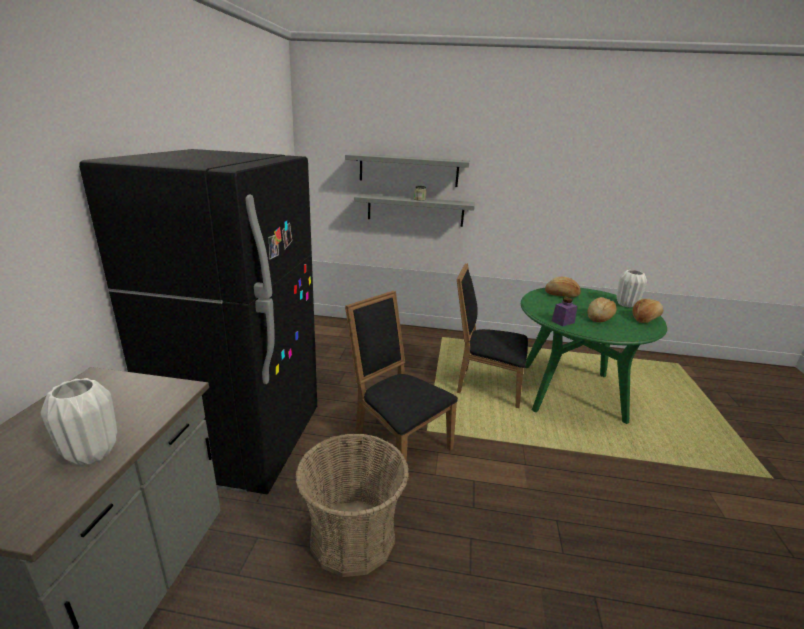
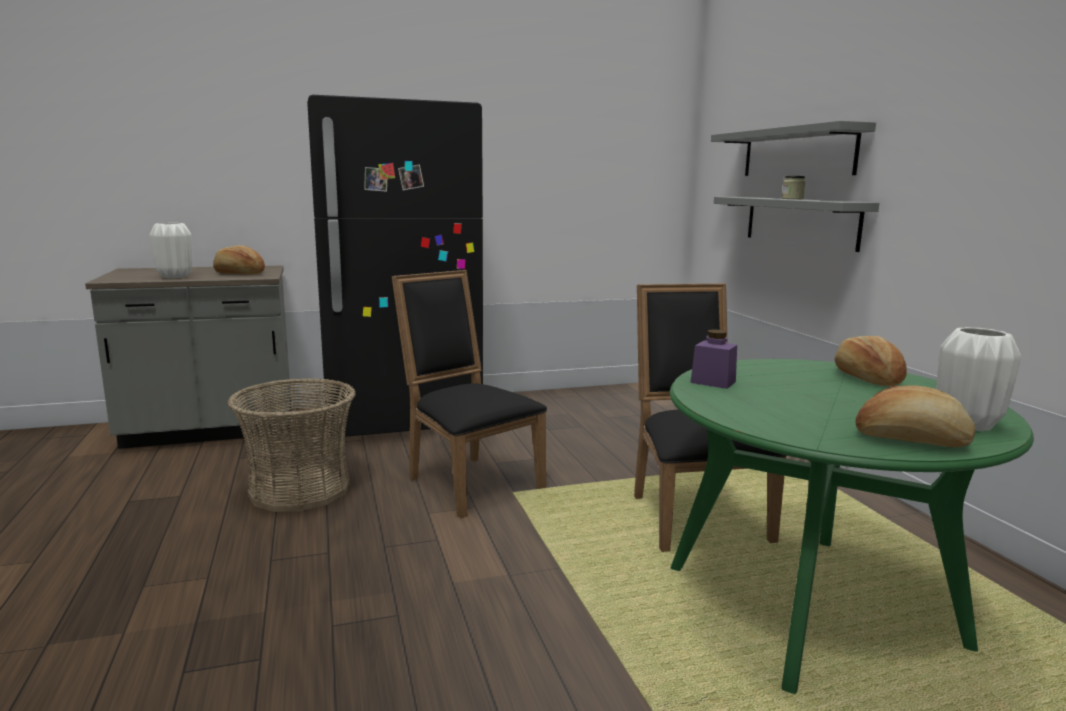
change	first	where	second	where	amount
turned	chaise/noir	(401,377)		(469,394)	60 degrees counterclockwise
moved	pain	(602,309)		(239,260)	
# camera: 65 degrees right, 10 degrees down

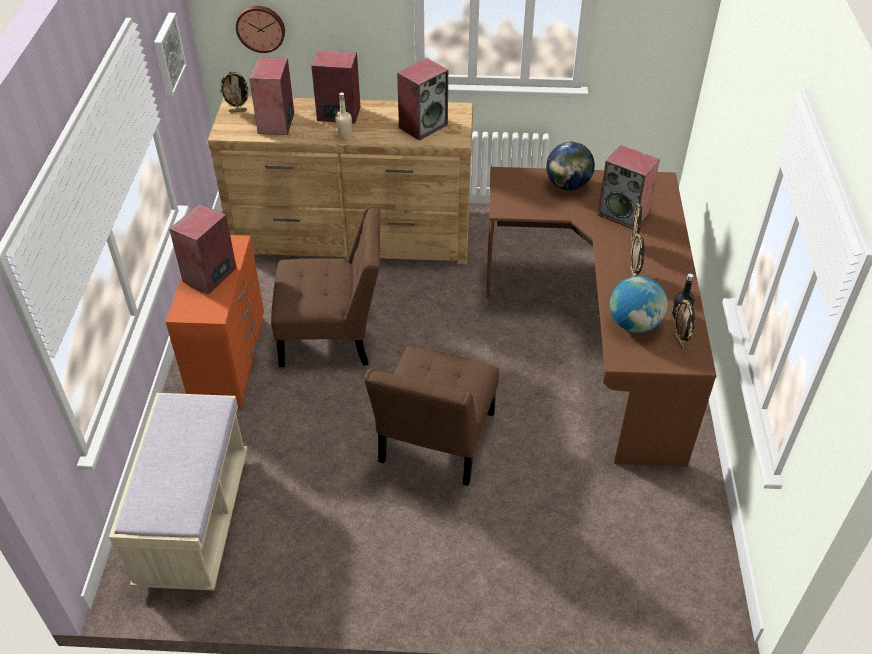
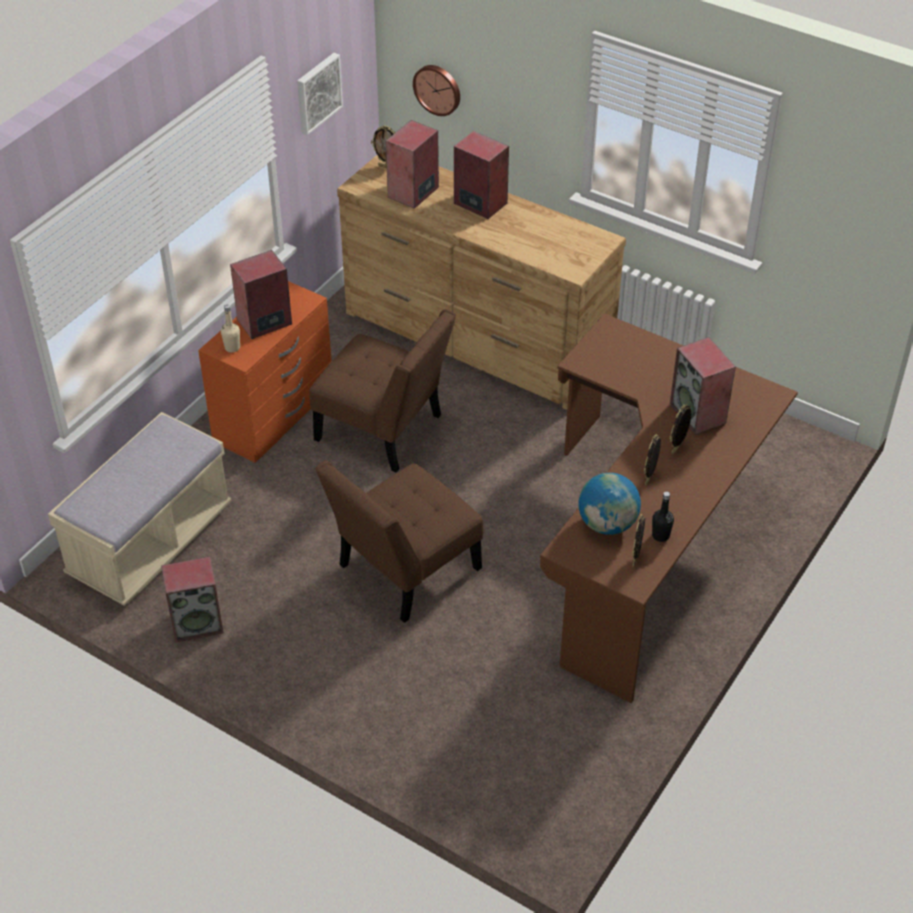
change	first	where	second	where	amount
moved	bouteille/beige	(343,115)		(230,329)	
moved	enceinte	(422,99)		(192,599)	
removed	globe	(570,166)			
# camera: 30 degrees right, 0 degrees up

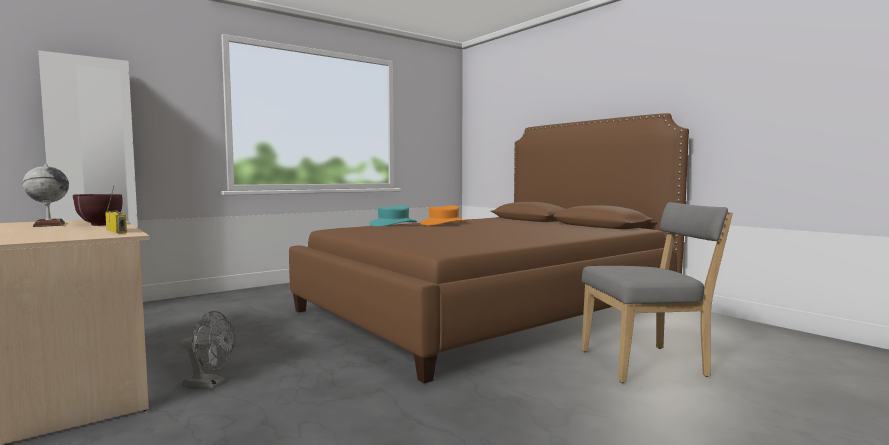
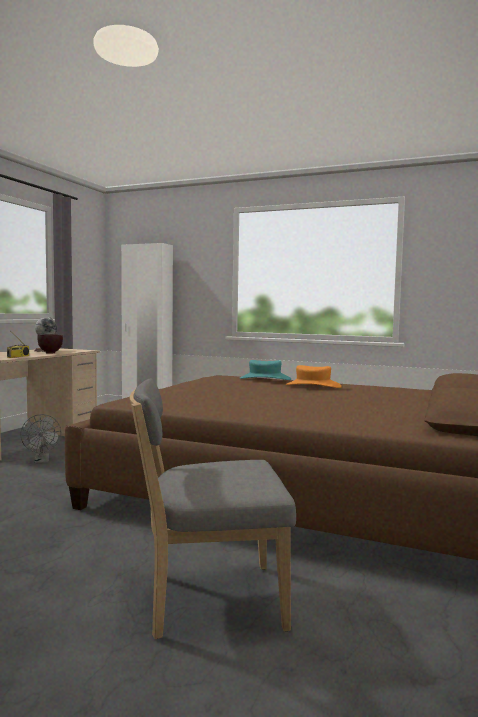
change	first	where	second	where	amount
turned	chaise/gris	(657,292)		(213,508)	120 degrees clockwise
# camera: 60 degrees right, 0 degrees up

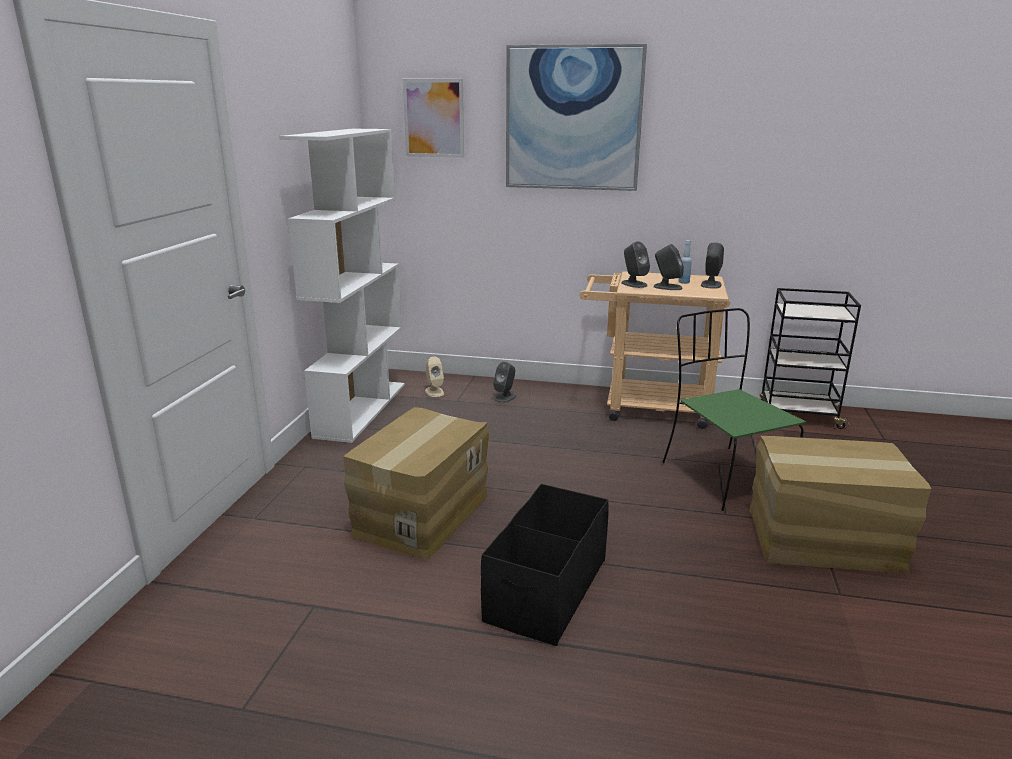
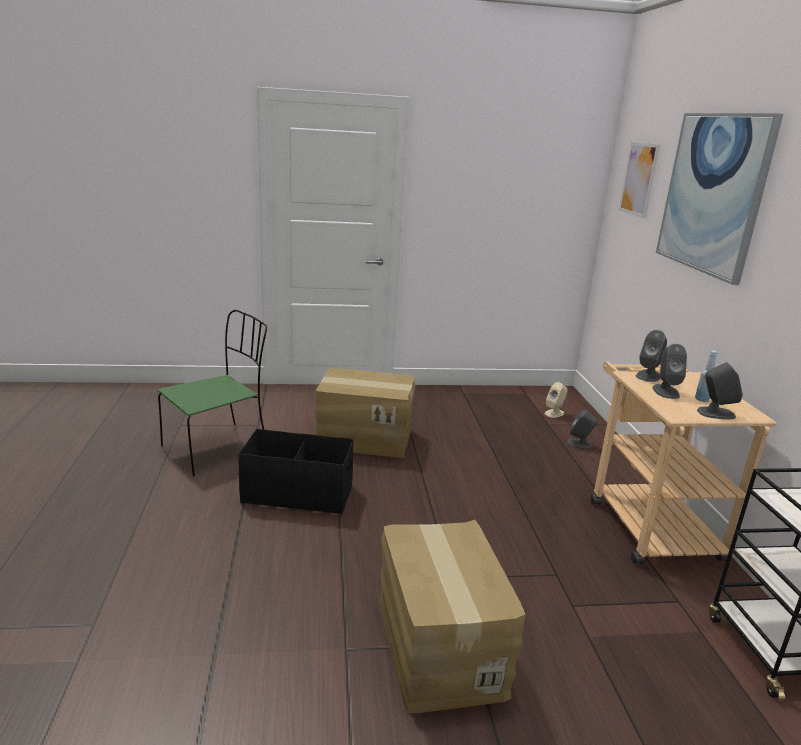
change	first	where	second	where	amount
removed	bibliothèque/blanc	(342,286)			
moved	chaise/vert	(734,409)		(212,393)	
# camera: 70 degrees right, 0 degrees up

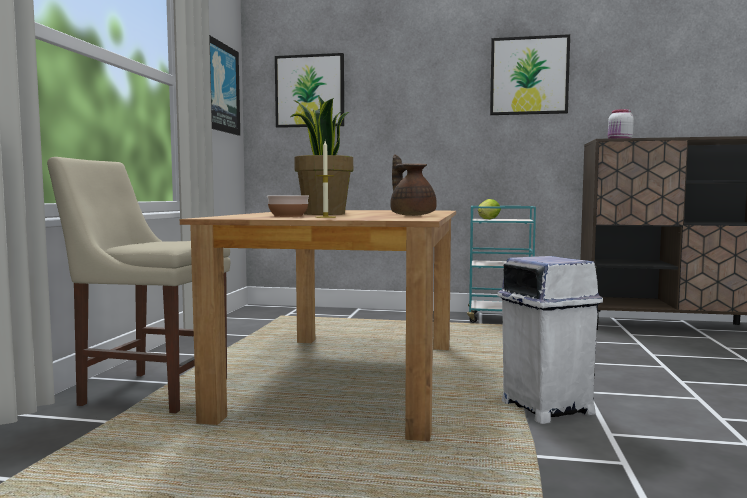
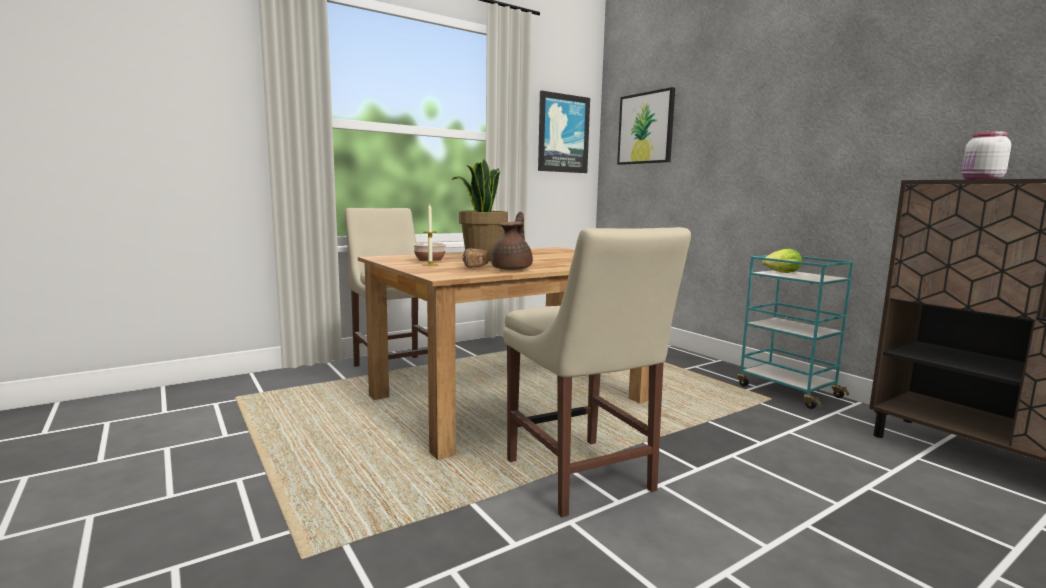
change	first	where	second	where	amount
removed	tableau	(530,74)			
replaced	poubelle/blanc	(550,340)	chaise/beige	(597,372)	
added			pain	(475,258)	
# camera: 45 degrees right, 5 degrees up

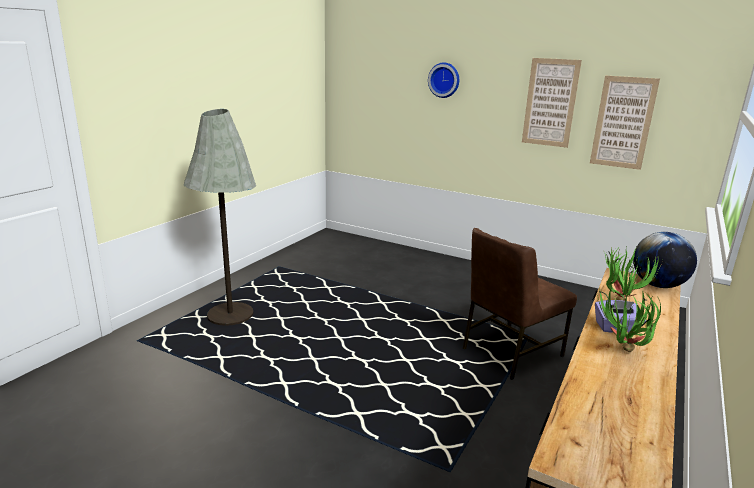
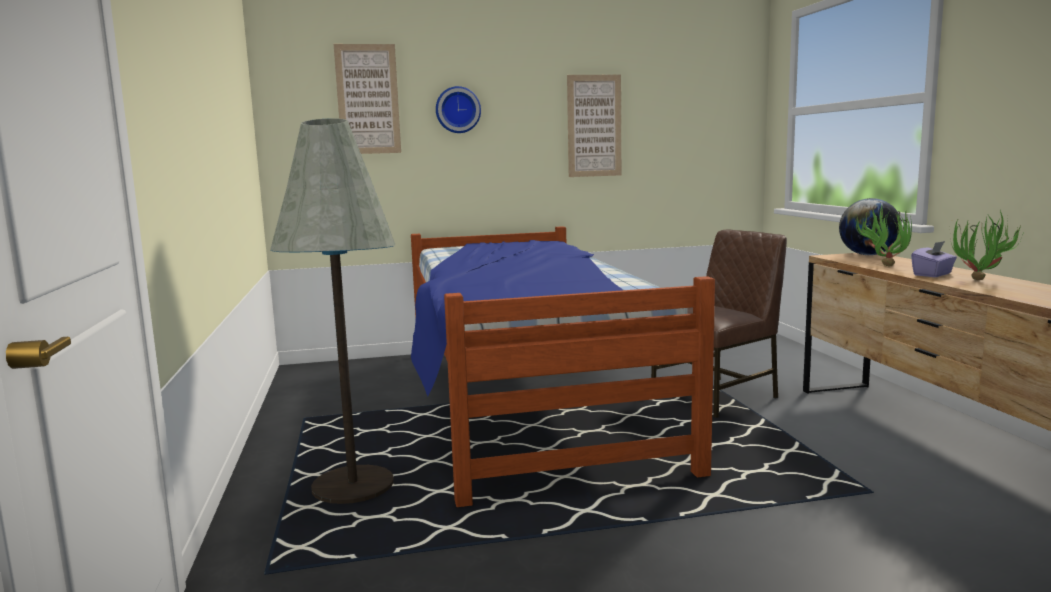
change	first	where	second	where	amount
turned	chaise/marron	(520,304)		(719,324)	135 degrees counterclockwise
moved	tableau	(625,123)		(367,99)	
added			lit	(563,366)	
# camera: 40 degrees left, 10 degrees down

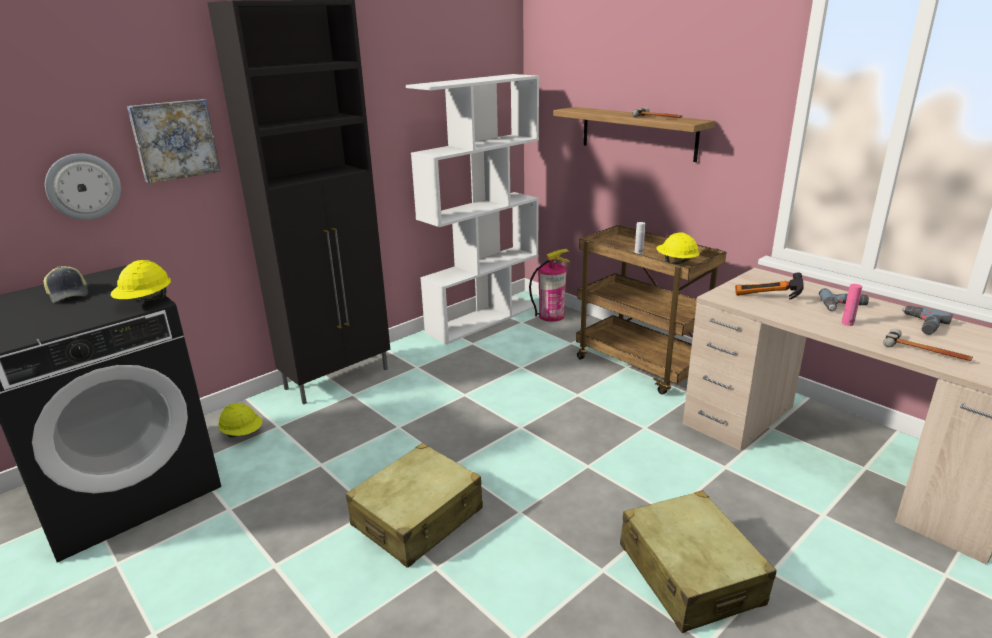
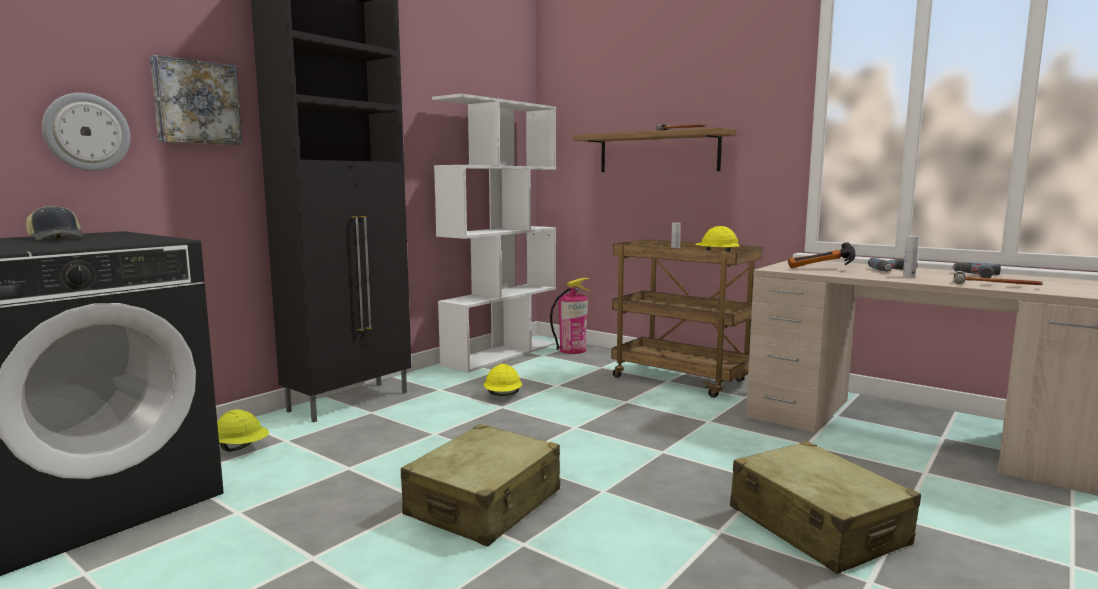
change	first	where	second	where	amount
moved	casque de chantier/jaune	(141,281)		(503,380)	
recoloured	bouteille/rose	(852,305)	bouteille/blanc	(911,256)	
# camera: 10 degrees left, 15 degrees down

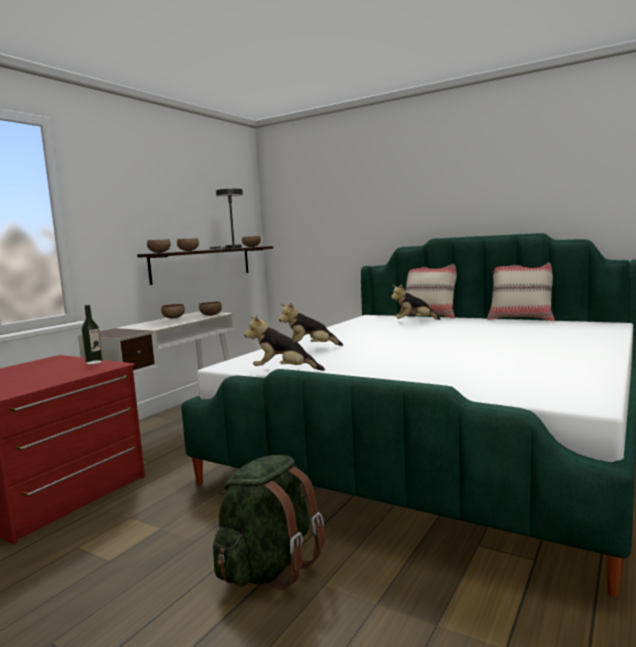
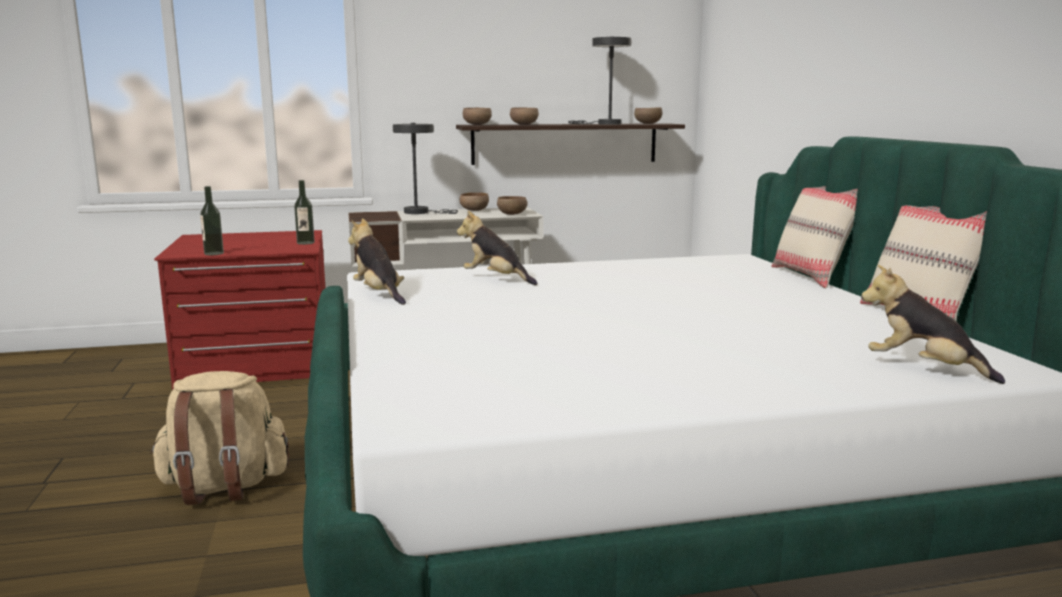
change	first	where	second	where	amount
recoloured	sac à dos/vert	(269,522)	sac à dos/beige	(219,438)	
moved	peluche	(416,302)		(933,324)	
added			bouteille	(212,220)	
added			lampe de table/gris	(425,168)	
# camera: 45 degrees right, 5 degrees up

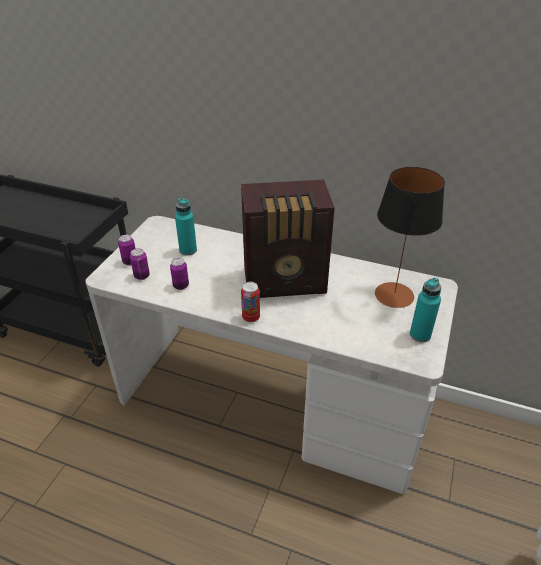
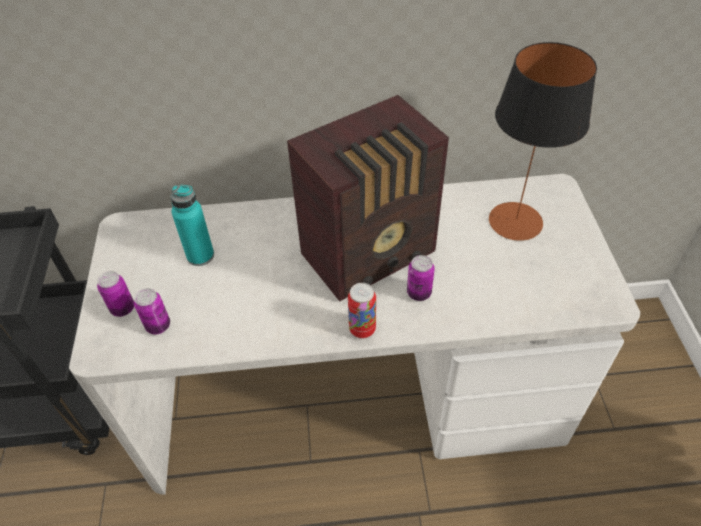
change	first	where	second	where	amount
moved	boîte métallique	(179,274)		(421,278)	
removed	bouteille/turquoise	(425,310)			
# camera: 25 degrees left, 10 degrees up

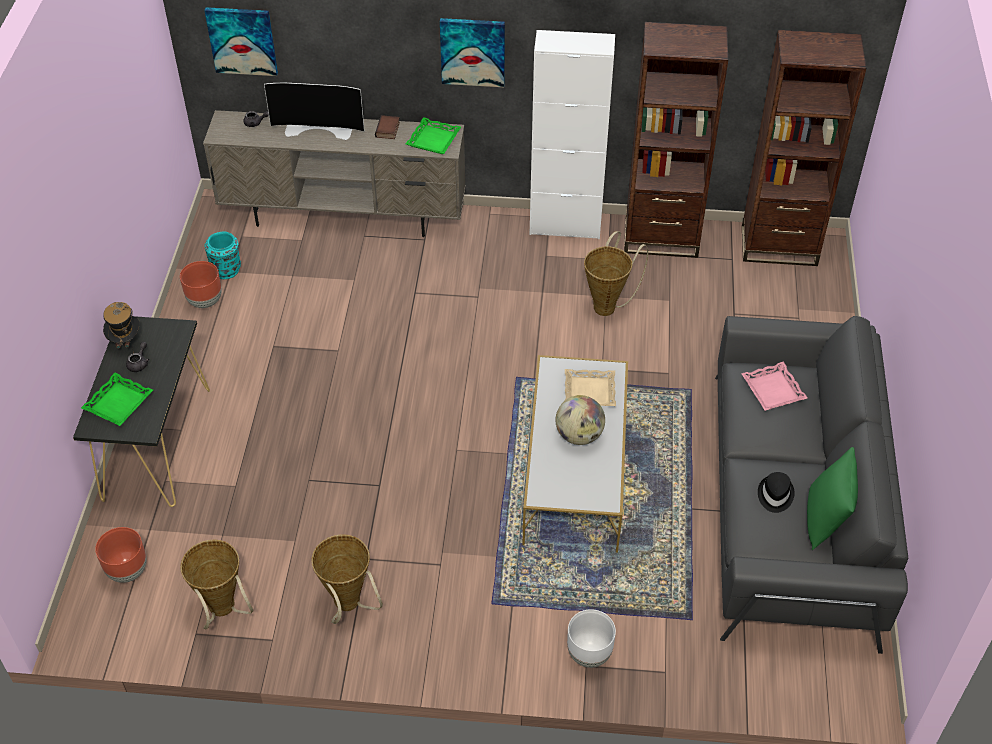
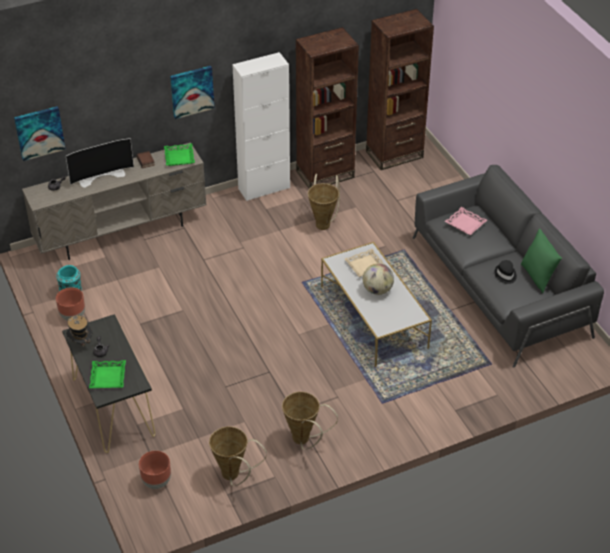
change	first	where	second	where	amount
removed	cache-pot/blanc	(591,638)			
# camera: 30 degrees left, 5 degrees down

